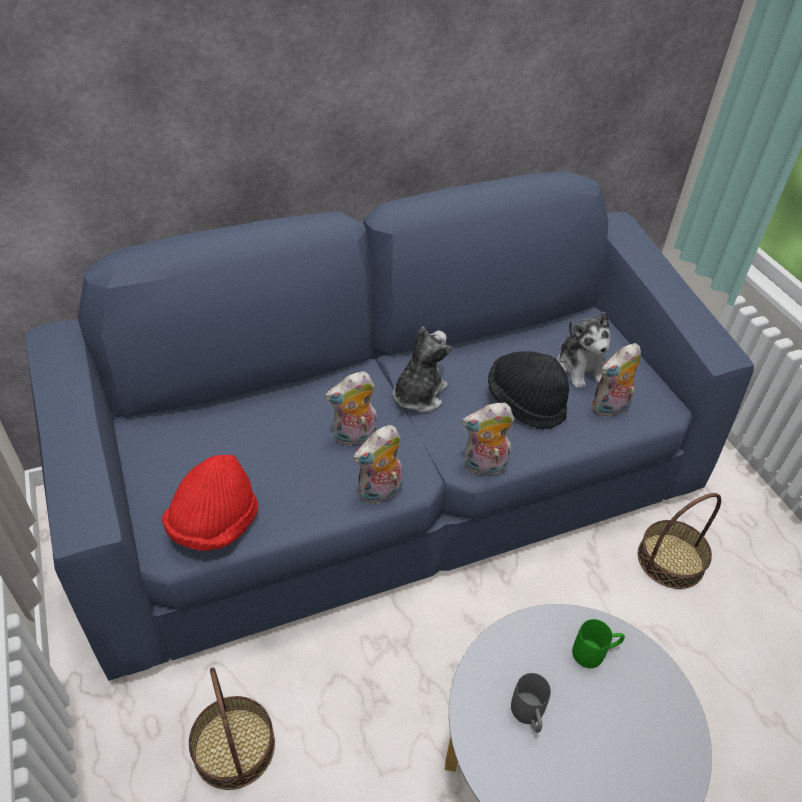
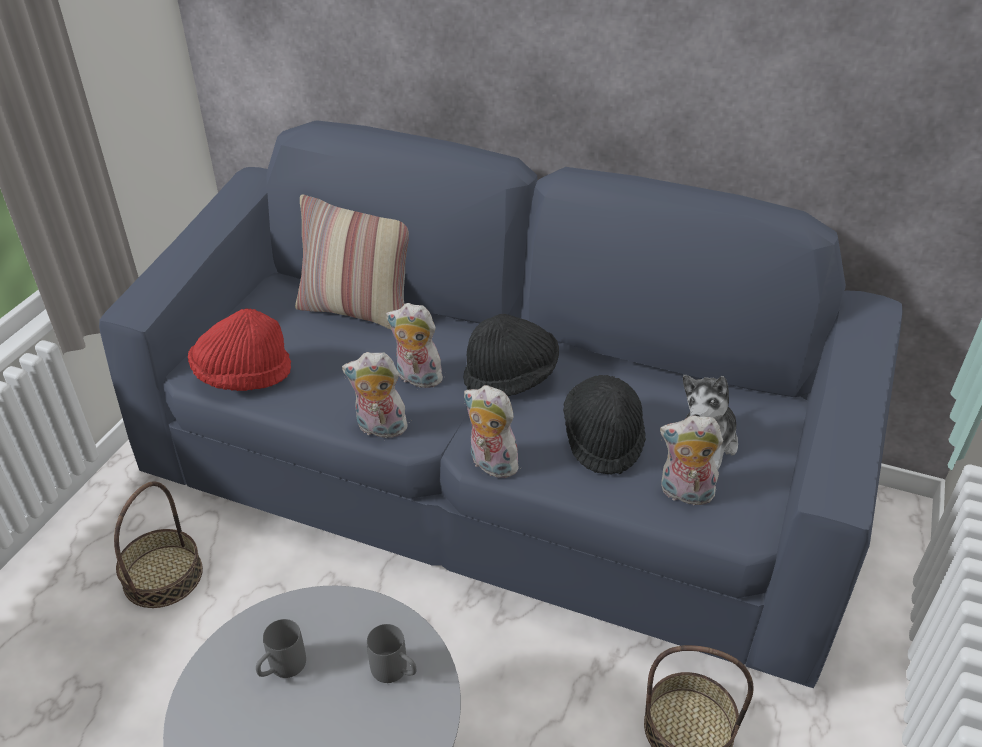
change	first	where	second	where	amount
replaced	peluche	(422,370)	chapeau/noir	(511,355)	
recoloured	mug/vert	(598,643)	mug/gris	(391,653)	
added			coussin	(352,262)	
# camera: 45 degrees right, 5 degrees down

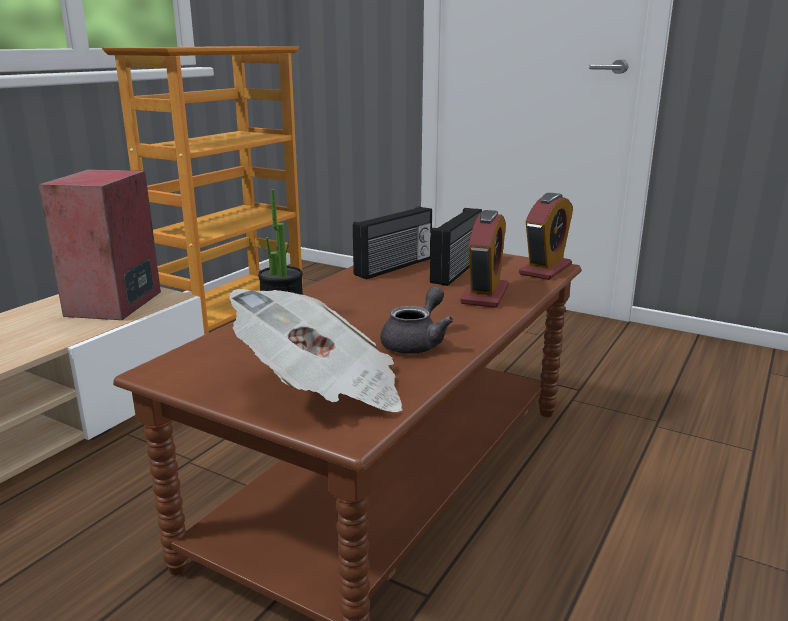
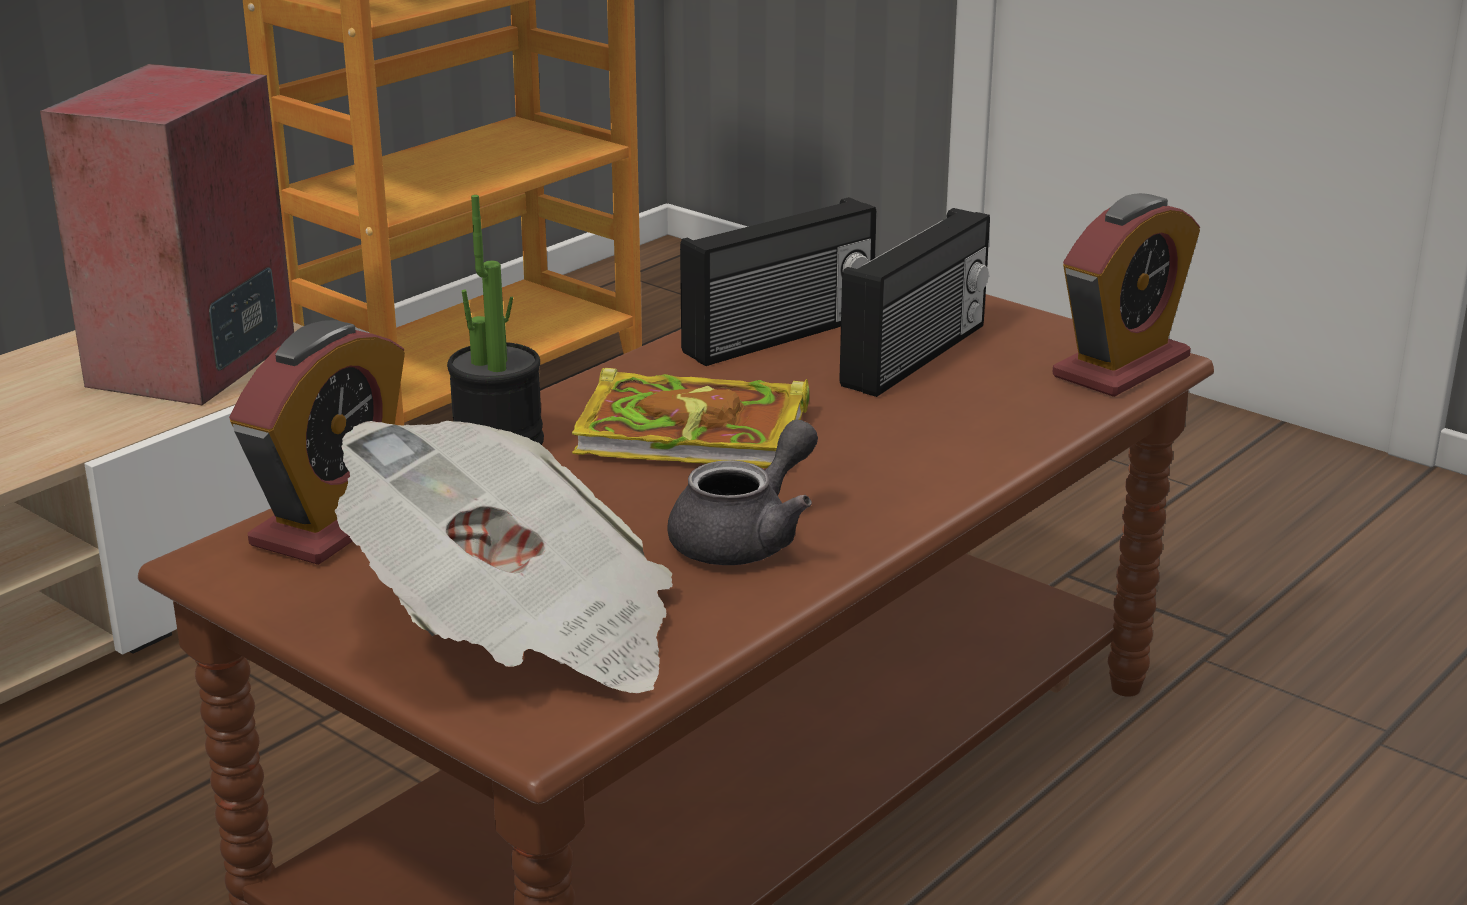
change	first	where	second	where	amount
moved	réveil	(484,259)		(317,442)	
added			livre	(690,418)	
# camera: 10 degrees right, 5 degrees up

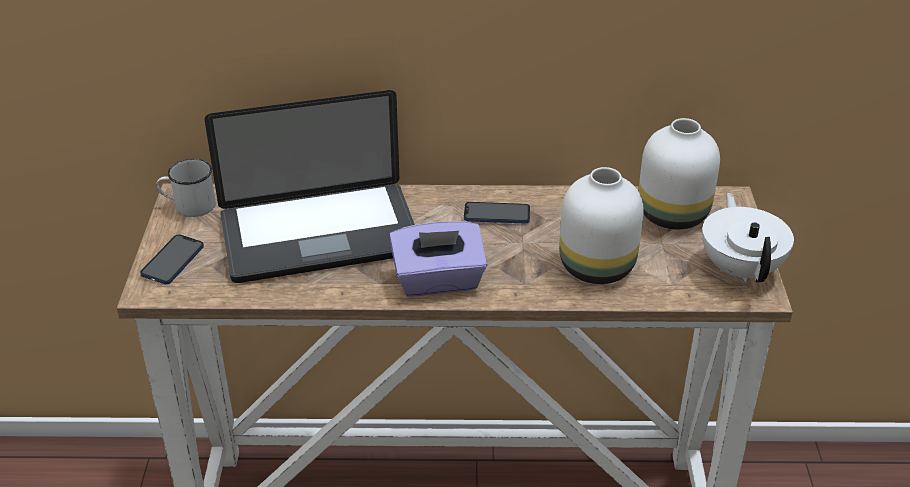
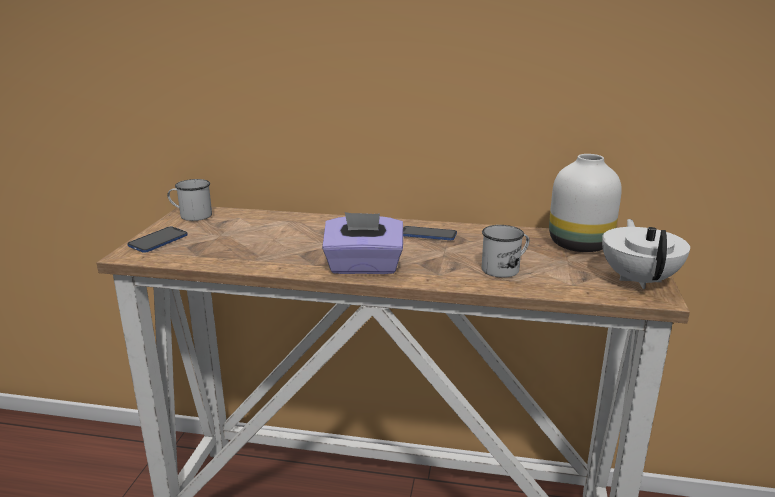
change	first	where	second	where	amount
removed	ordinateur portable	(310,186)			
replaced	vase/blanc	(601,225)	mug/blanc	(505,251)	
# camera: 10 degrees right, 15 degrees down

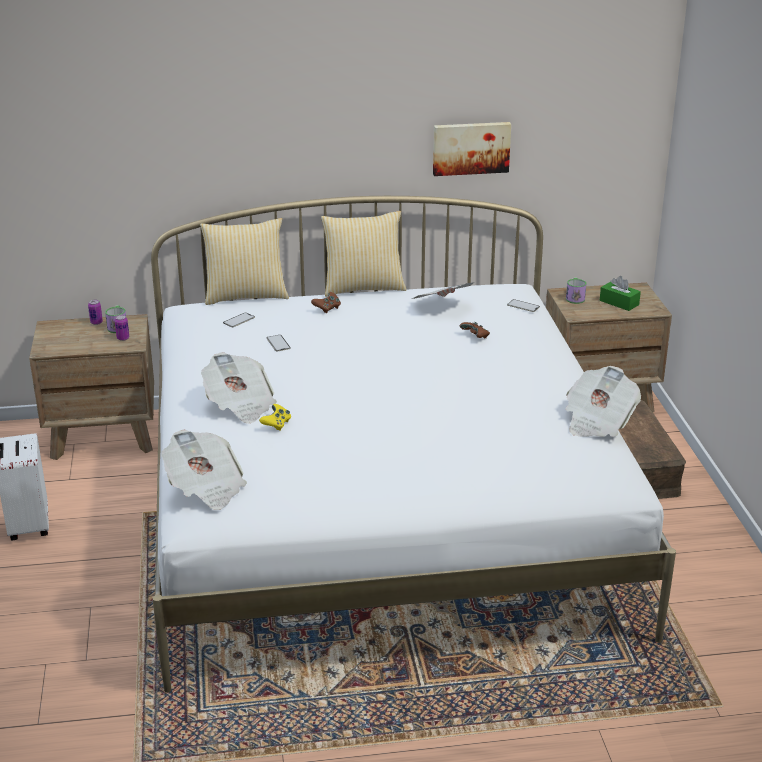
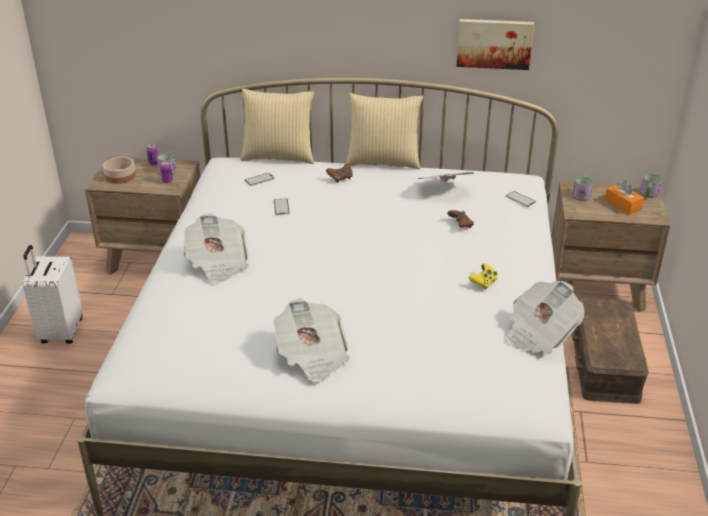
change	first	where	second	where	amount
moved	journal	(204,470)		(312,341)	
moved	manette/jaune	(275,417)		(483,276)	
recoloured	boîte à mouchoirs/vert	(620,293)	boîte à mouchoirs/orange	(624,197)	
added			bol	(119,170)	
added			mug	(651,186)	
# camera: 15 degrees right, 5 degrees up

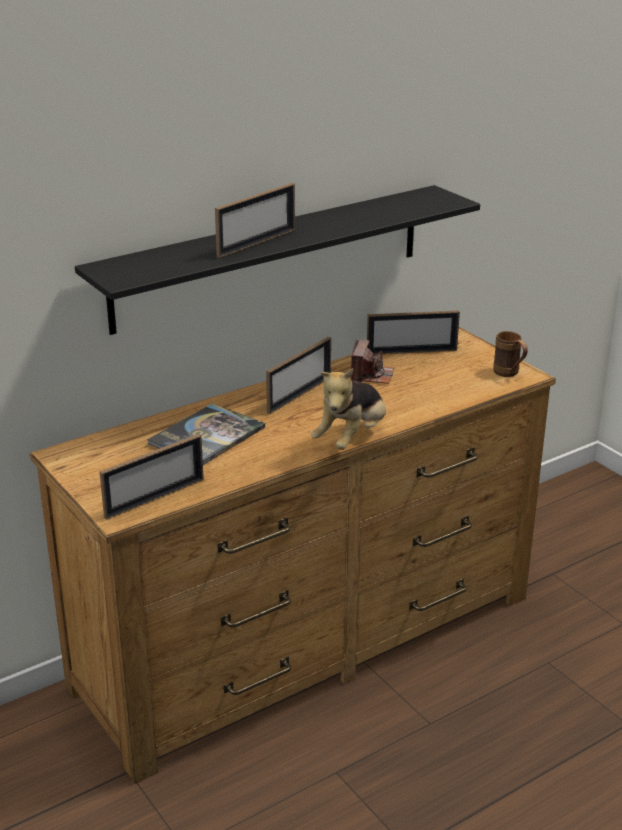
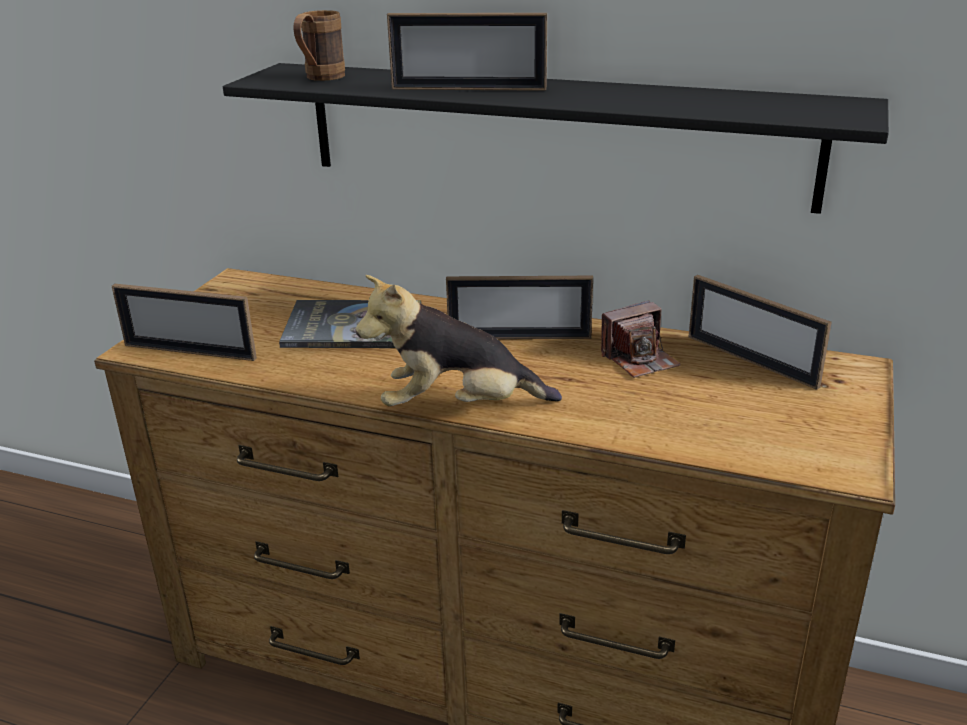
change	first	where	second	where	amount
moved	mug/marron	(510,354)		(319,45)	
# camera: 55 degrees right, 0 degrees up

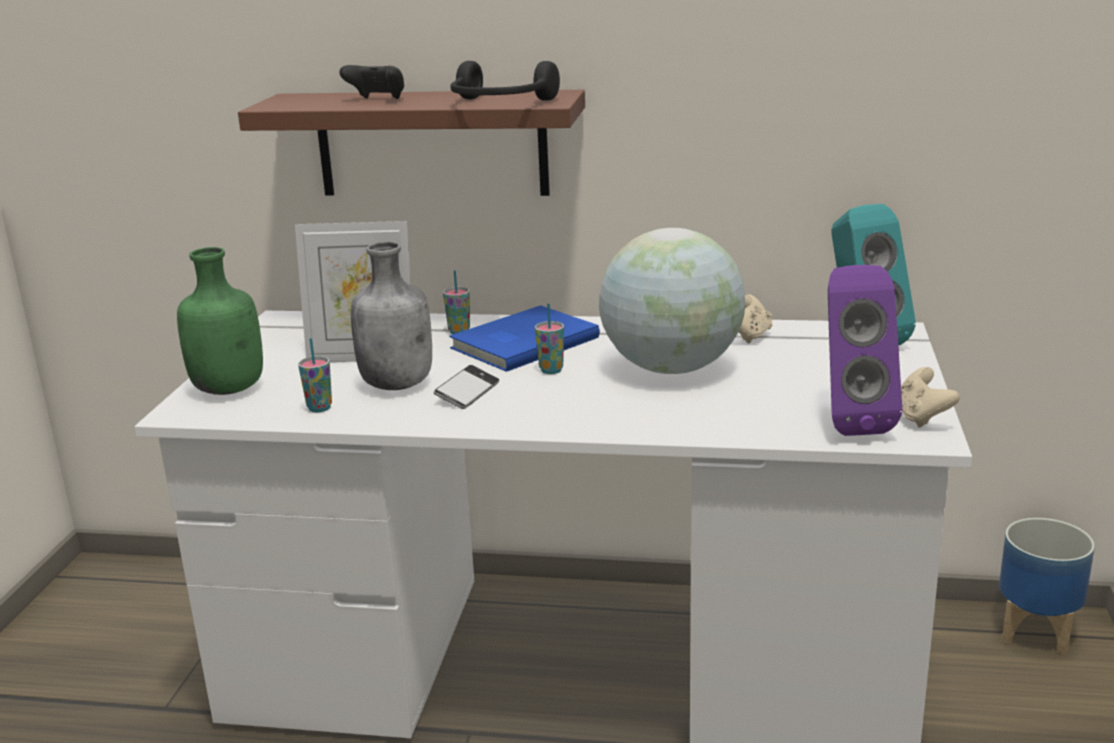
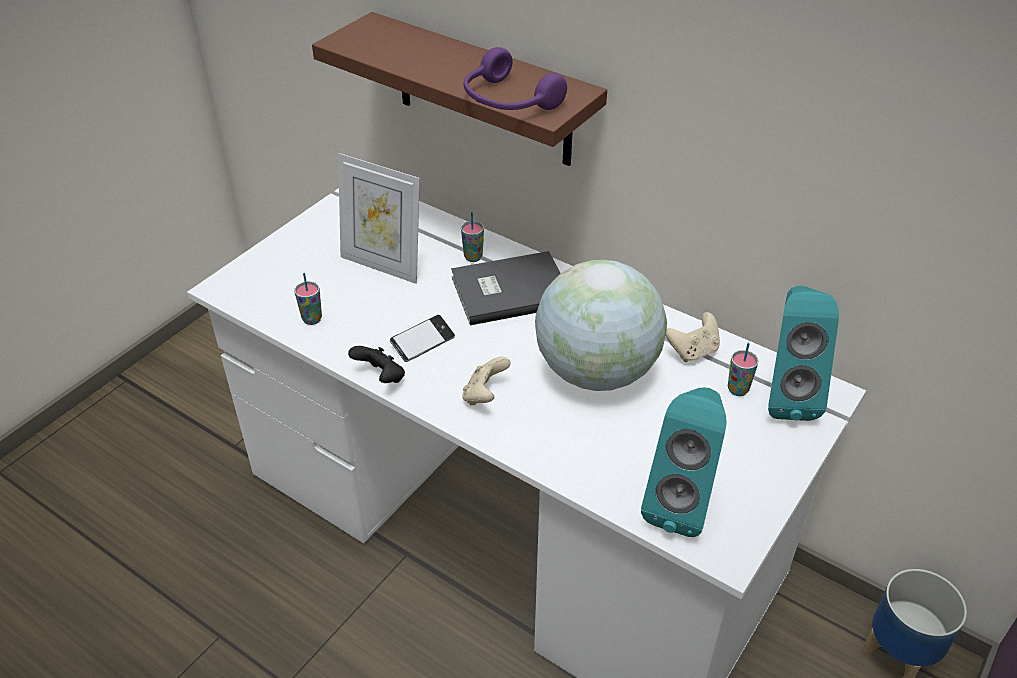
change	first	where	second	where	amount
removed	bouteille/vert	(220,321)			
moved	manette/noir	(371,82)		(376,364)	
removed	bouteille/gris	(391,316)			
recoloured	livre/bleu	(524,338)	livre/gris	(505,288)	
recoloured	casque audio/noir	(505,81)	casque audio/violet	(515,78)	
moved	tasse	(549,338)		(743,369)	
recoloured	enceinte/violet	(865,350)	enceinte/turquoise	(684,462)	
moved	manette/beige	(930,397)		(486,381)	
# camera: 25 degrees right, 20 degrees up

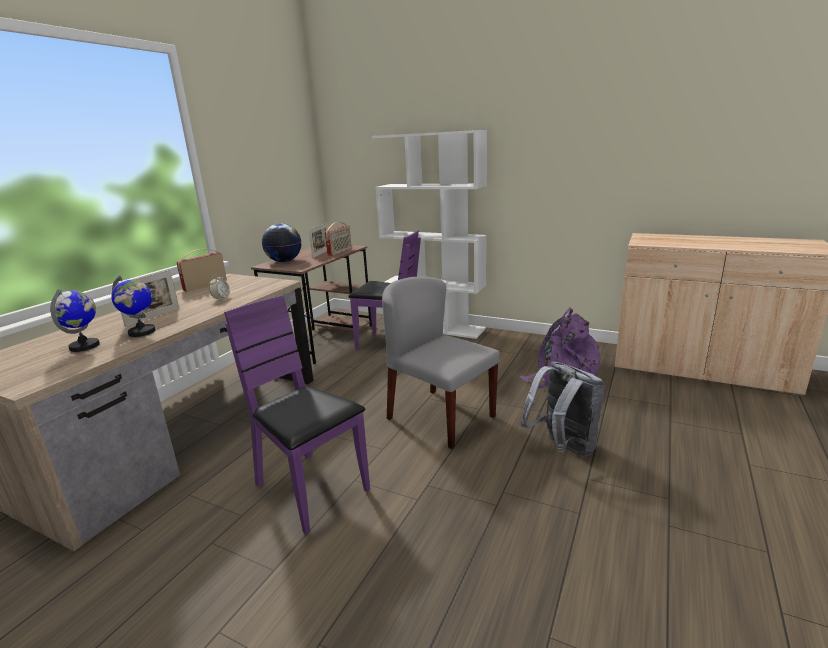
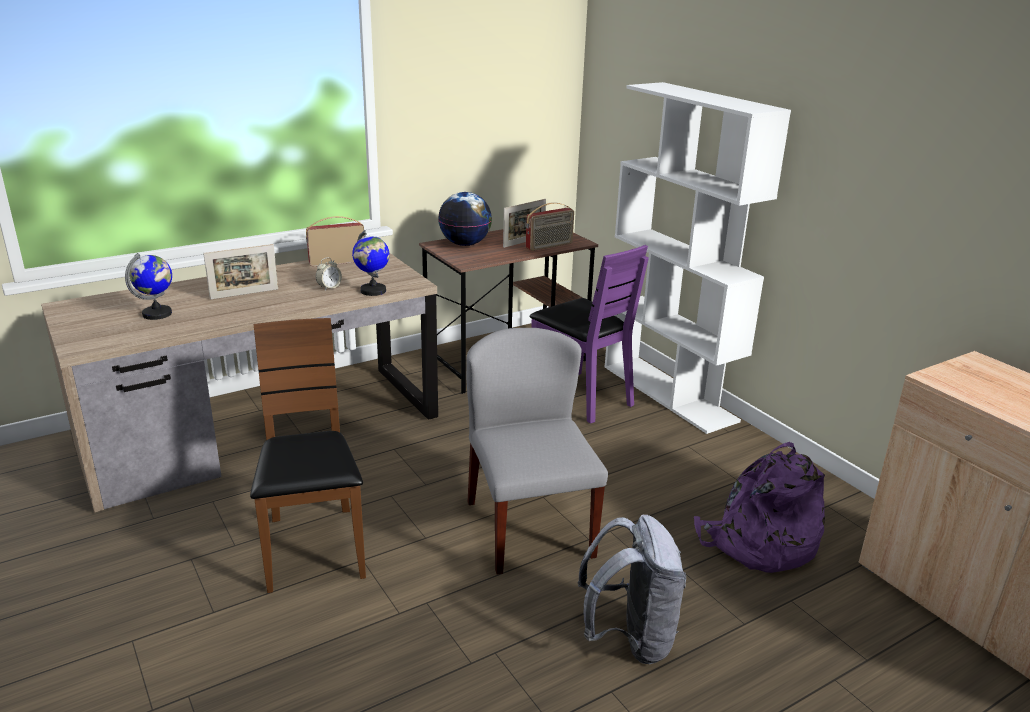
change	first	where	second	where	amount
moved	globe	(133,306)		(370,263)	
recoloured	chaise/violet	(297,414)	chaise/marron	(308,455)	
# camera: 30 degrees right, 5 degrees up

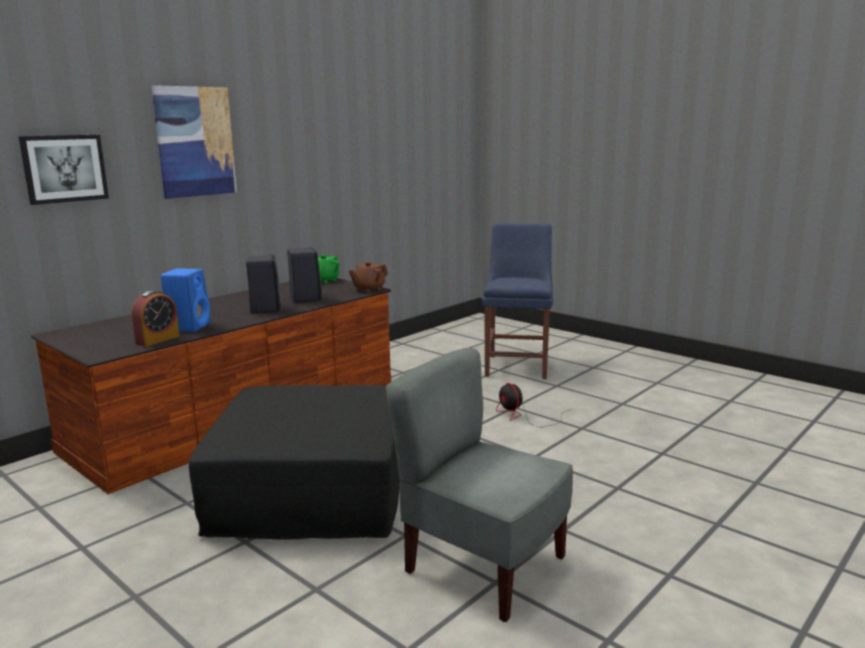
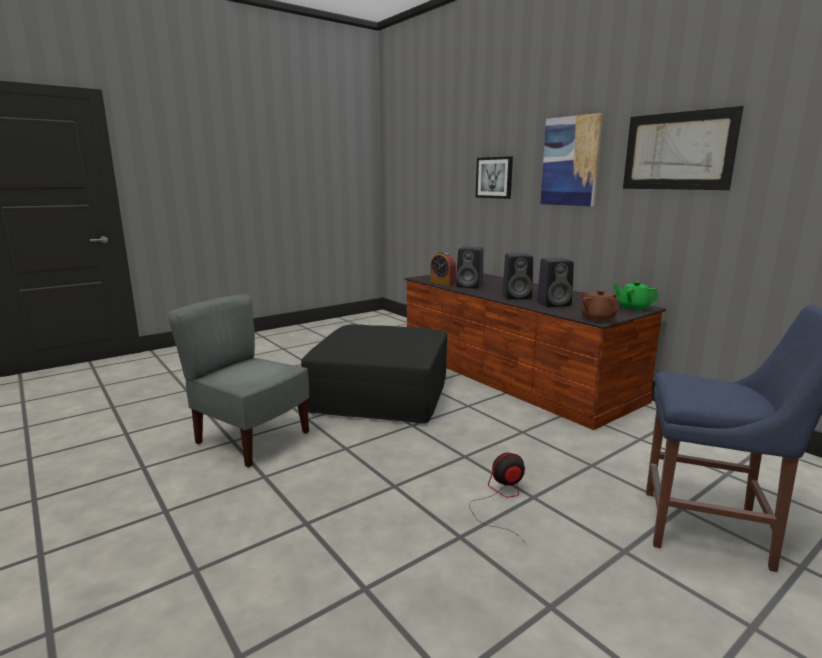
change	first	where	second	where	amount
recoloured	enceinte/bleu	(186,300)	enceinte/noir	(469,267)	
turned	chaise/gris	(479,485)		(238,381)	105 degrees counterclockwise
added			tableau	(683,148)	
# camera: 100 degrees right, 0 degrees up

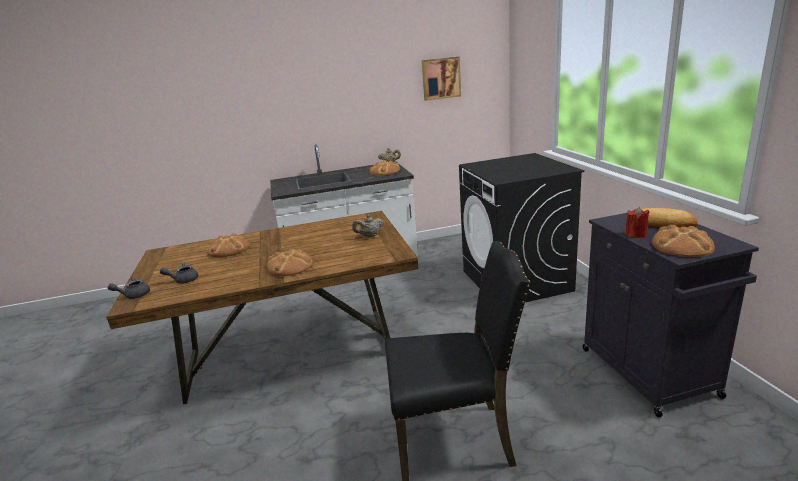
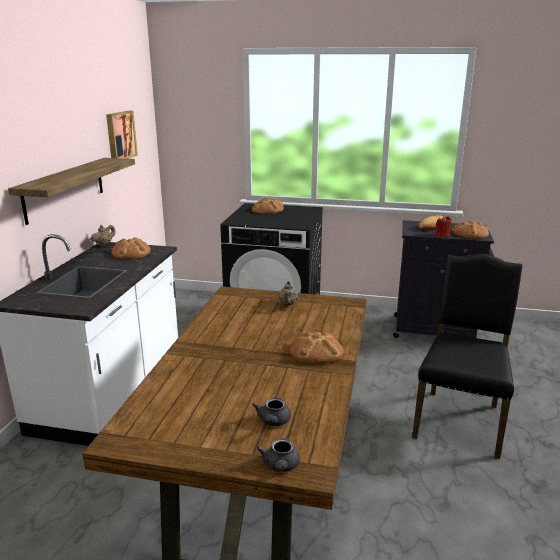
change	first	where	second	where	amount
moved	pain	(228,245)		(268,206)	
added			étagère	(71,191)	
# camera: 65 degrees left, 0 degrees up

